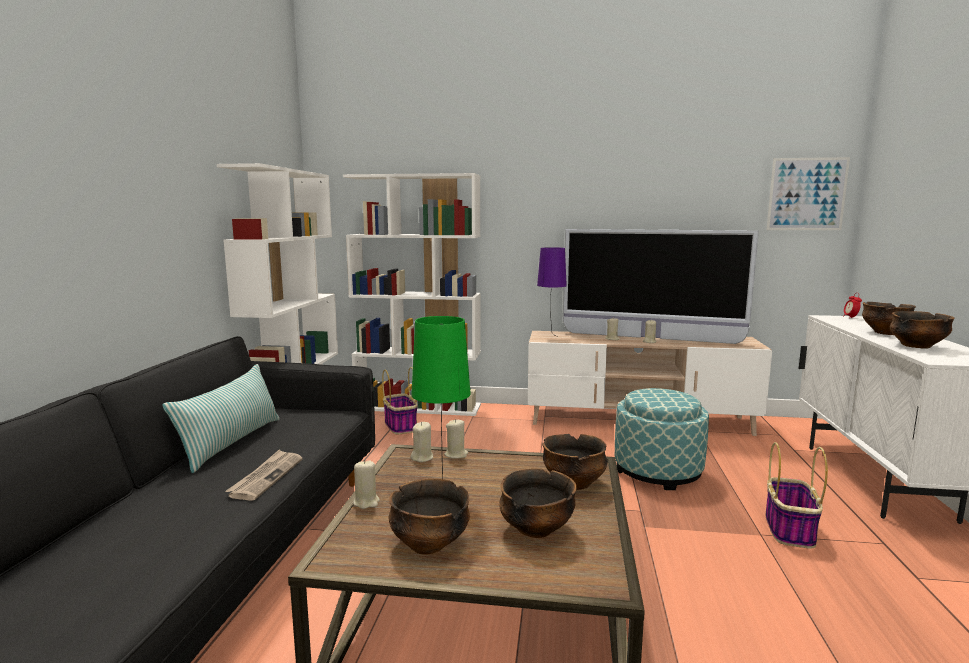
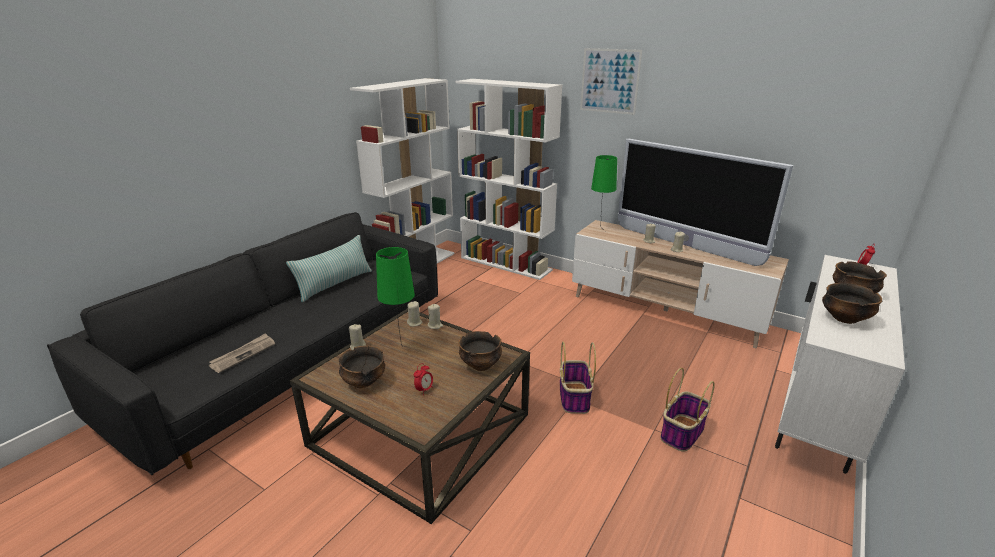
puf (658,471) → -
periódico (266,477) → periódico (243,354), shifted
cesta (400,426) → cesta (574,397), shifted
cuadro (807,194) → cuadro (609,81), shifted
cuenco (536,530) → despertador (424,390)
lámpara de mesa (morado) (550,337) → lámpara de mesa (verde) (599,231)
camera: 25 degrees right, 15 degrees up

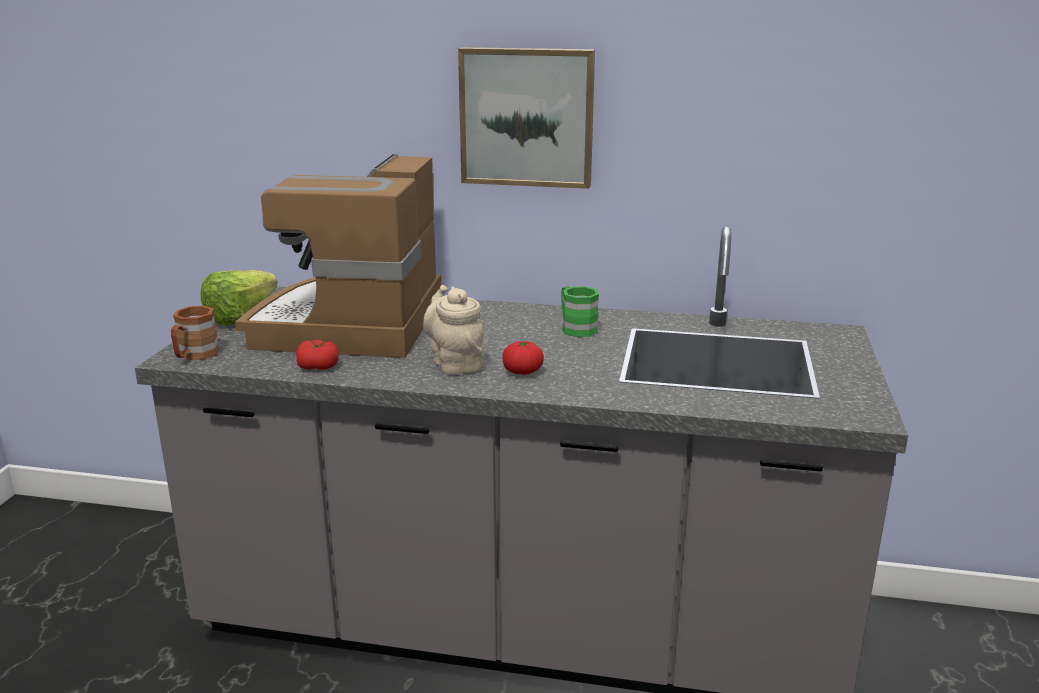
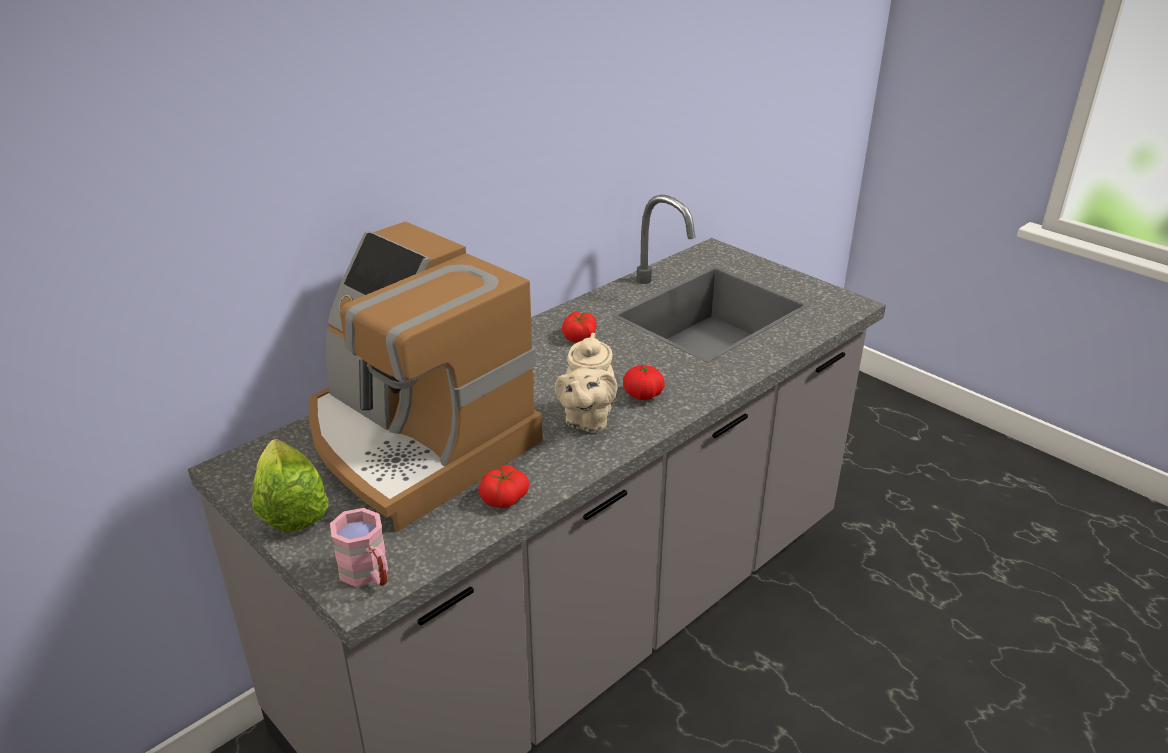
cuadro (527,117) → -
taza grande (verde) (575,327) → tomate (579,336)
taza grande (marrón) (194,356) → taza grande (rosa) (368,574)
tetera (beis) (455,363) → tetera (beis) (587,419), 90 degrees counterclockwise
camera: 55 degrees left, 10 degrees up

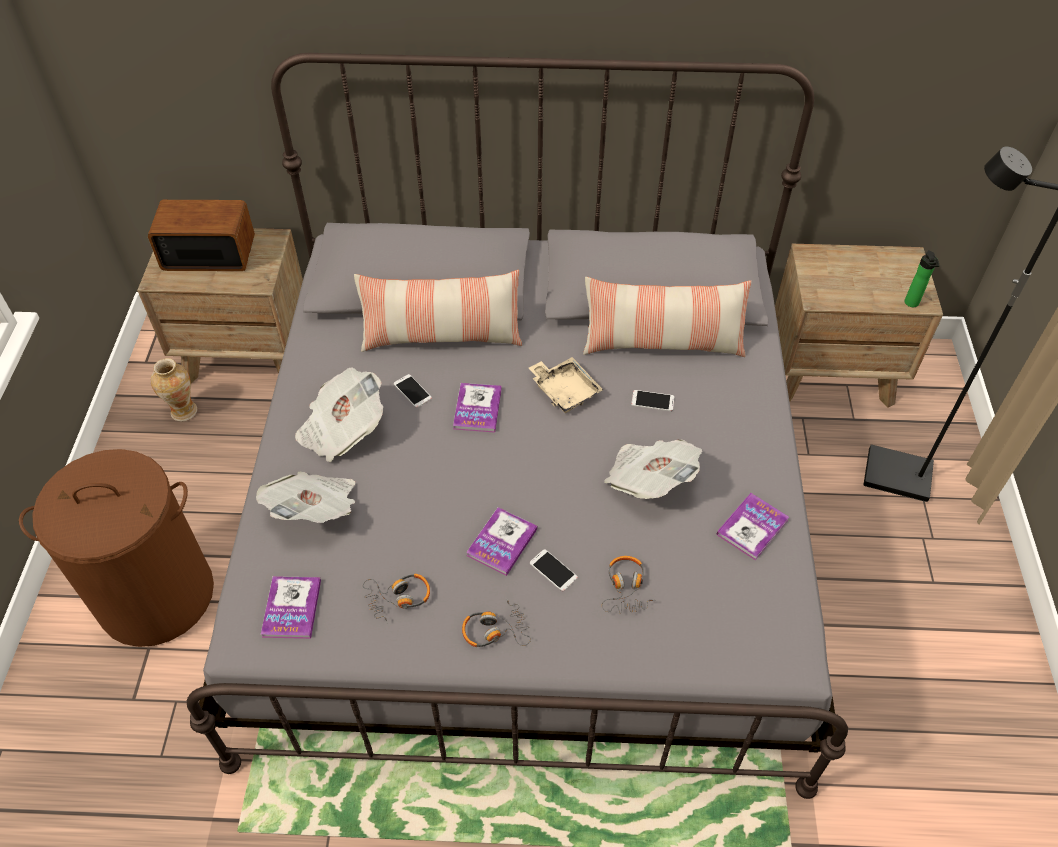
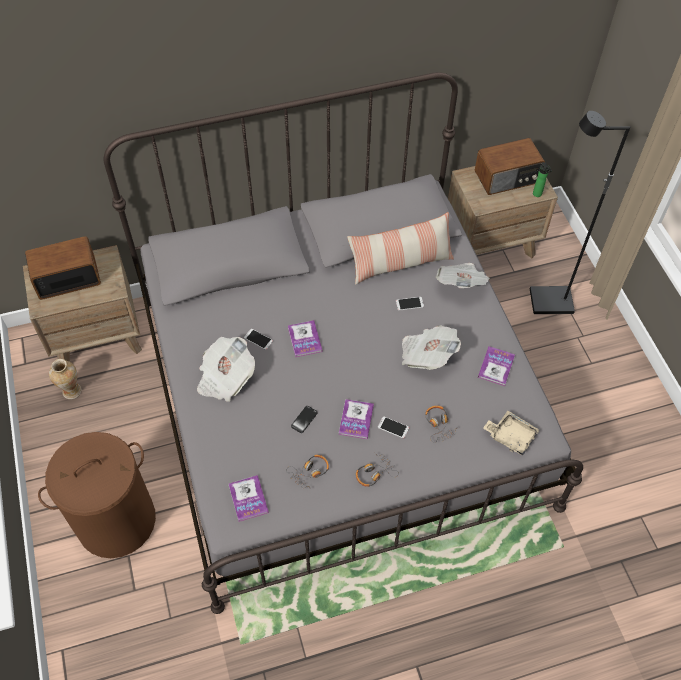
cojín (441,336) → -
- → móvil (304,419)
- → radio (507,178)
periódico (315,510) → periódico (460,284), shifted
bandeja (beis) (565,390) → bandeja (beis) (511,436), shifted
camera: 20 degrees left, 5 degrees up

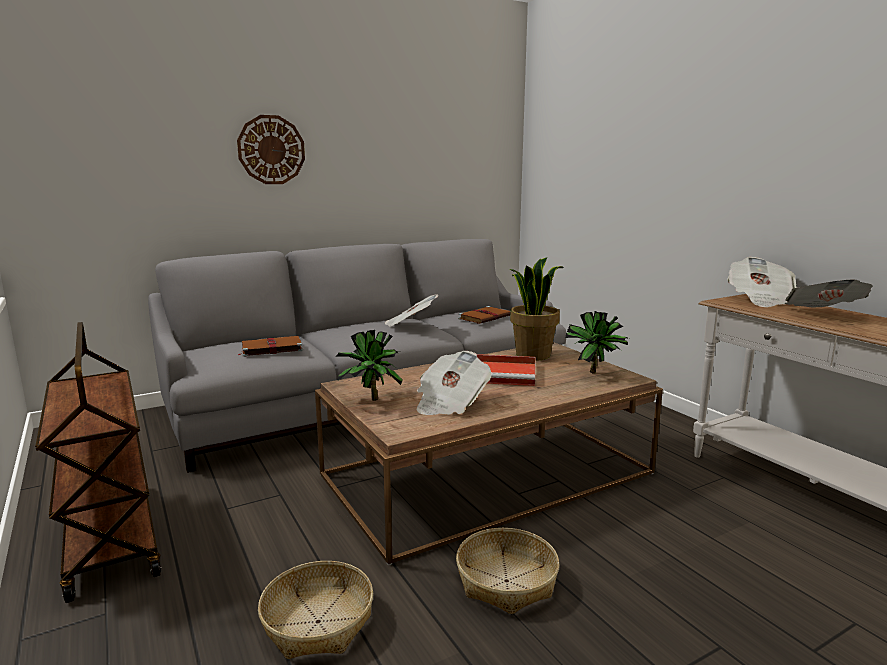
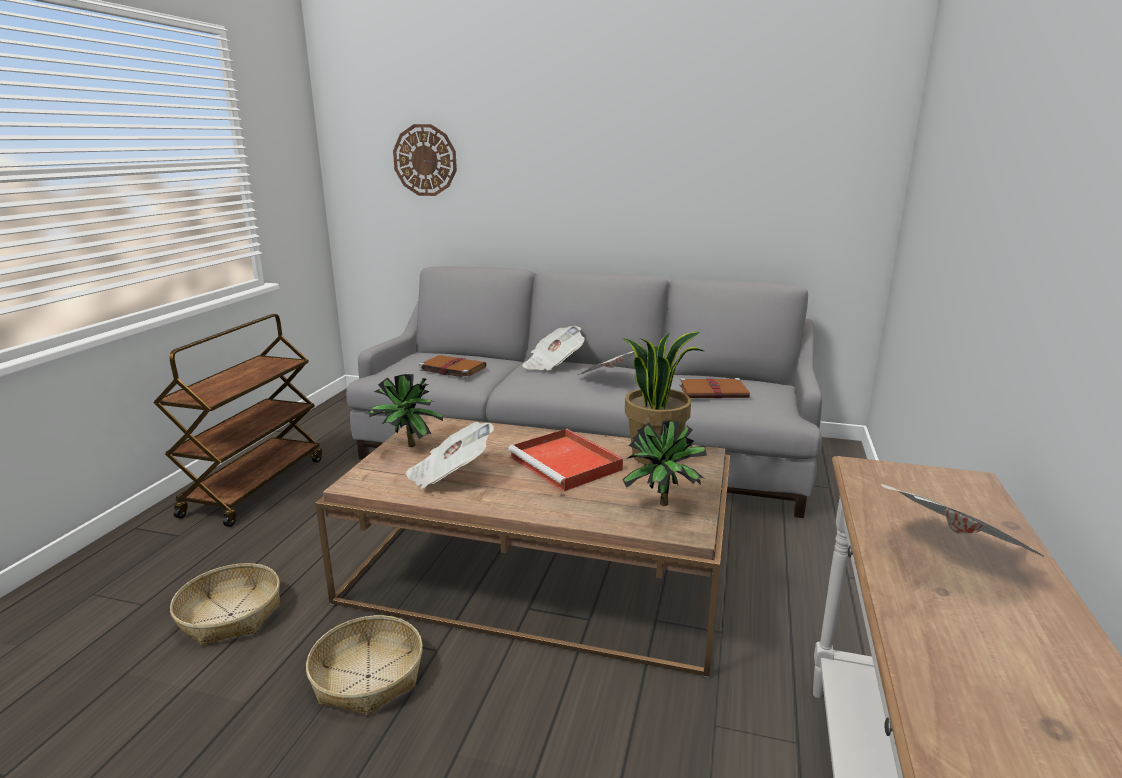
reloj de pared (271,150) → reloj de pared (425,160), shifted
periódico (759,300) → periódico (553,364), shifted
camera: 45 degrees right, 5 degrees up

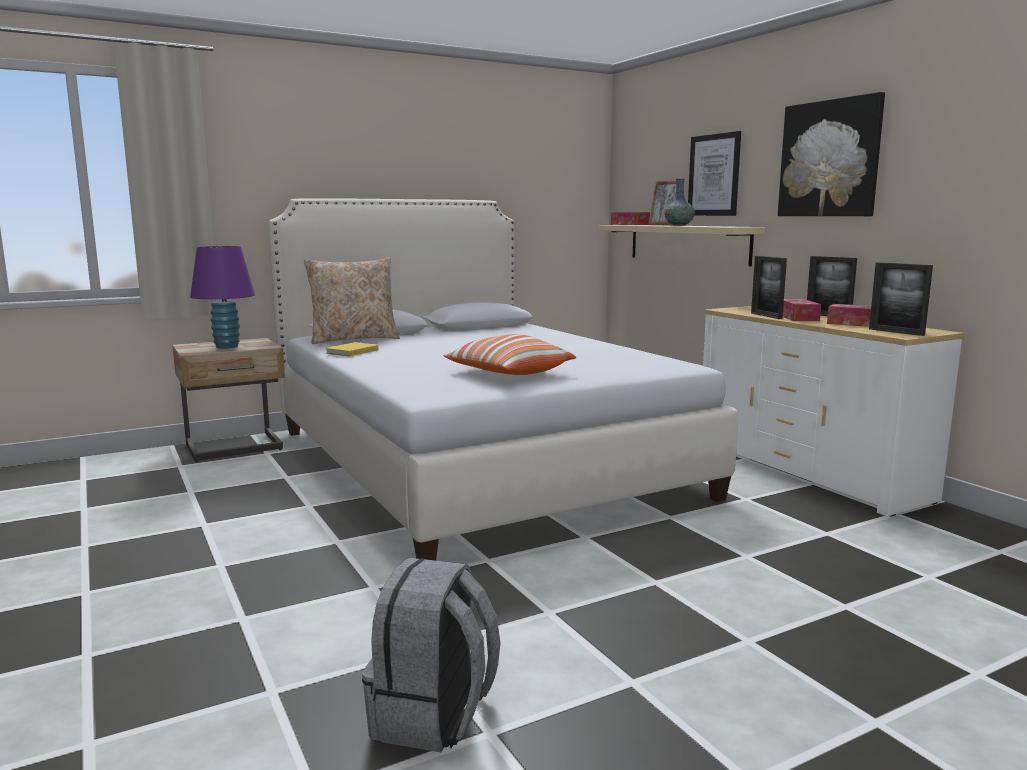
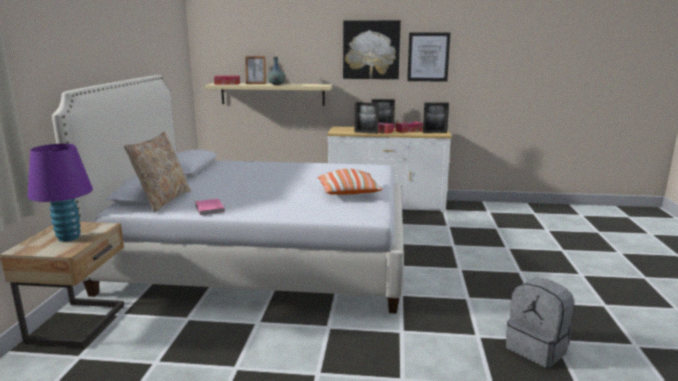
cuadro (714,175) → cuadro (428,57), shifted
libro (amarillo) (351,351) → libro (rosa) (209,208)
camera: 55 degrees left, 5 degrees up

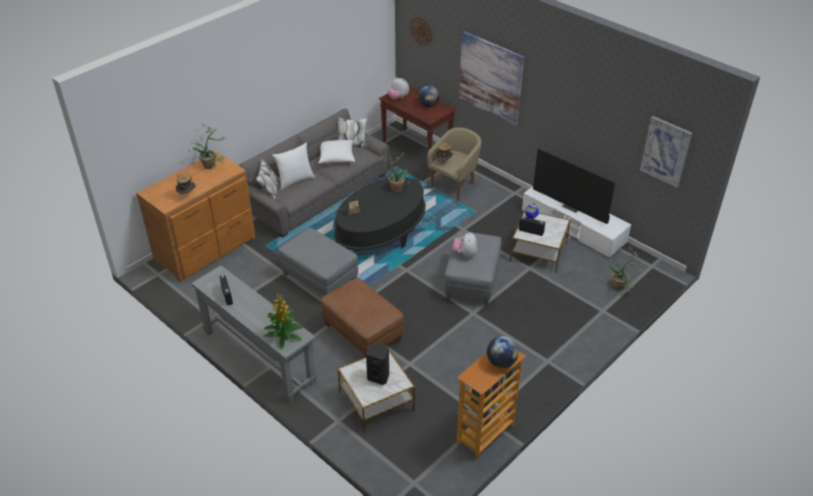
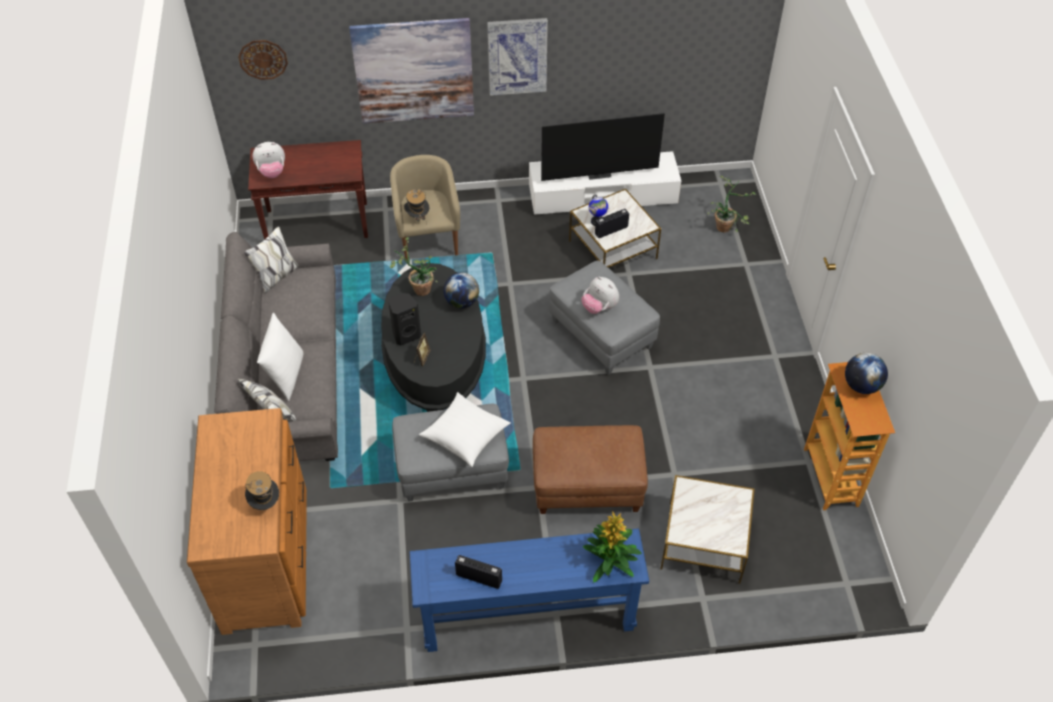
planta en maceta (212,165) → -
cojín (blanco) (336,157) → cojín (blanco) (465,436), shifted
altavoz (negro) (379,377) → altavoz (negro) (406,334), shifted
globo terráqueo (428,105) → globo terráqueo (462,302), shifted
cuadro (666,151) → cuadro (517,56), shifted
mesa consola (gris) (259,356) → mesa consola (azul) (528,616)
camera: 50 degrees left, 10 degrees up

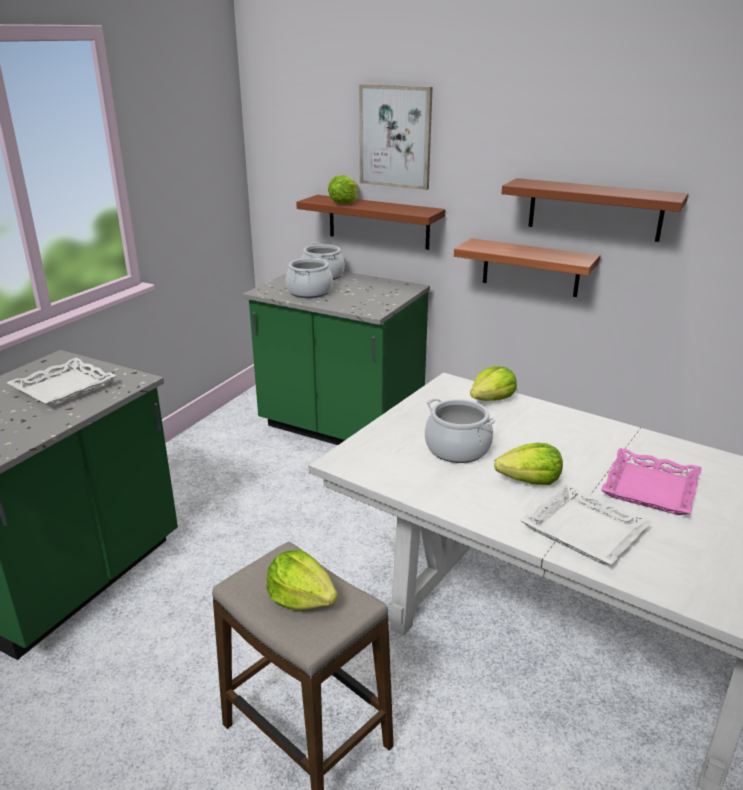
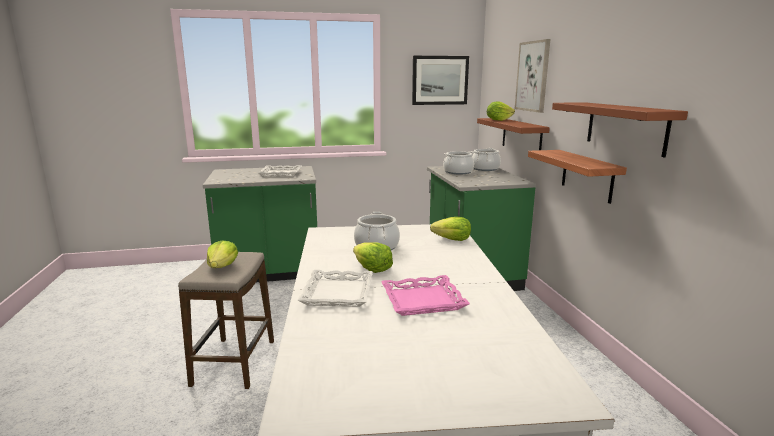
- → cuadro (440,80)
camera: 50 degrees right, 10 degrees down

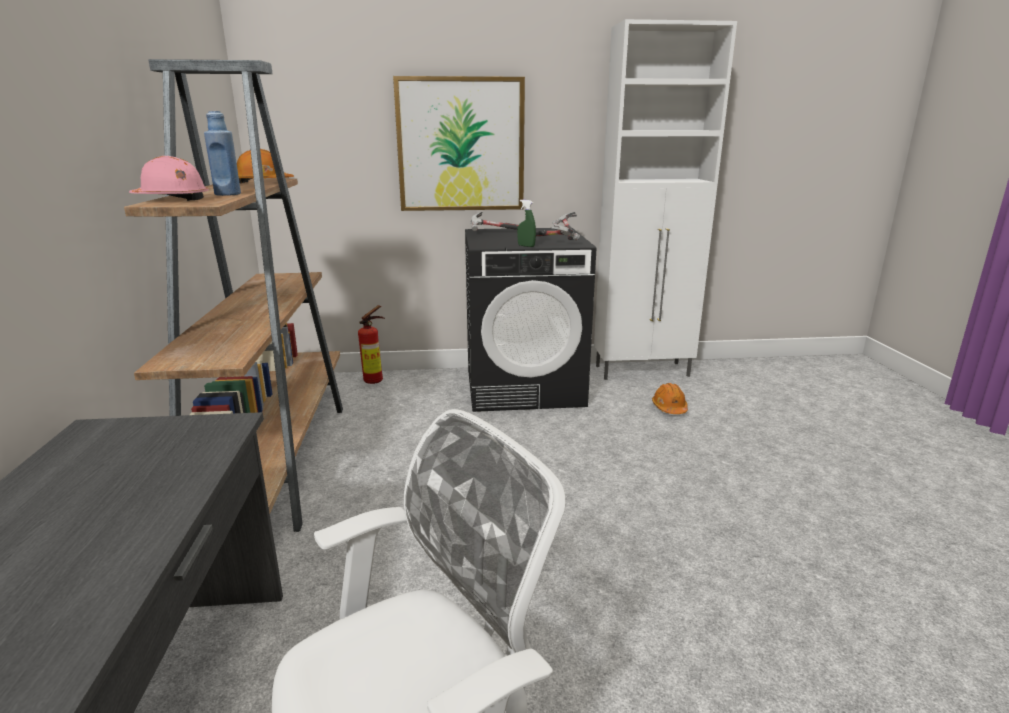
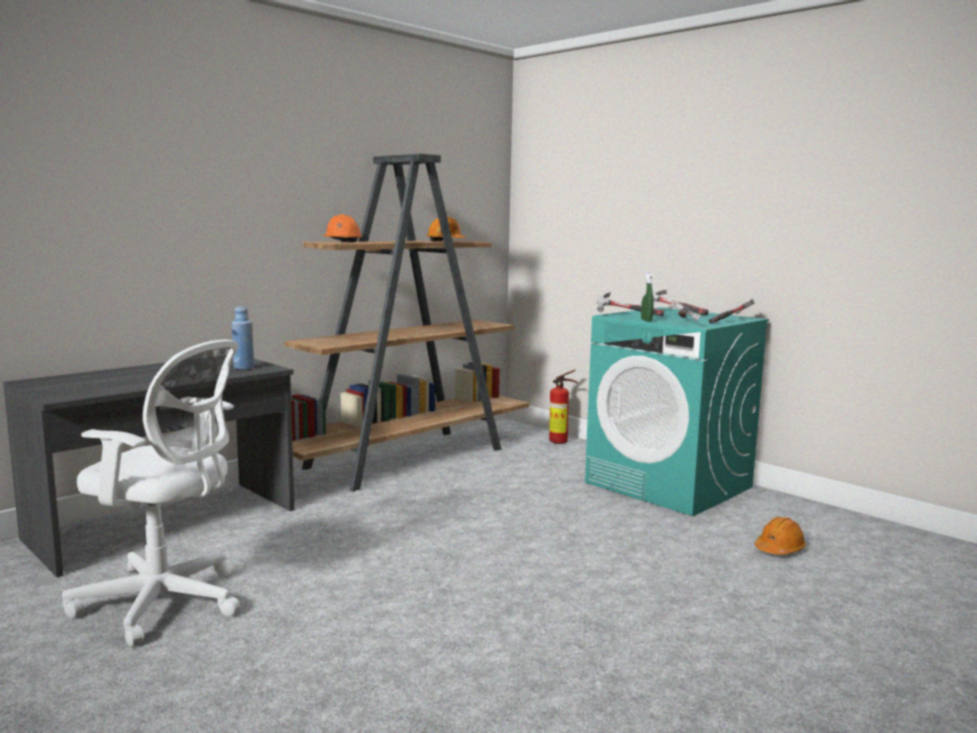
cuadro (461,145) → -
armario (blanco) (643,371) → -
- → martillo (627,315)
botella (azul) (227,194) → botella (azul) (244,368), shifted
casco (rosa) (172,199) → casco (naranja) (342,241)
lavadora (negro) (524,387) → lavadora (turquesa) (669,485)
camera: 50 degrees right, 10 degrees down

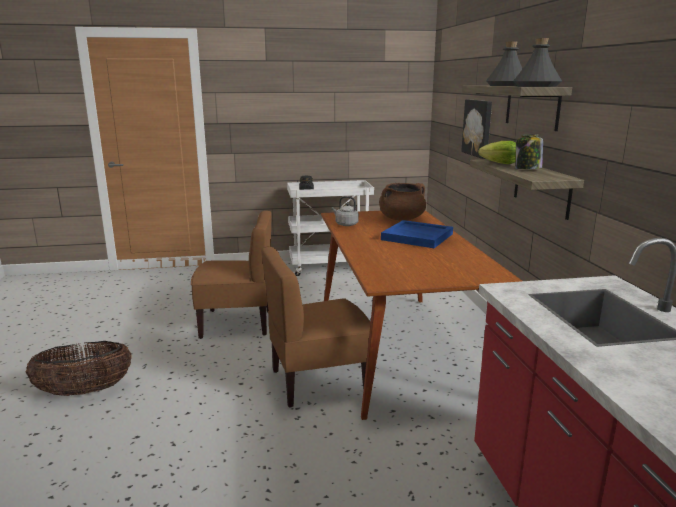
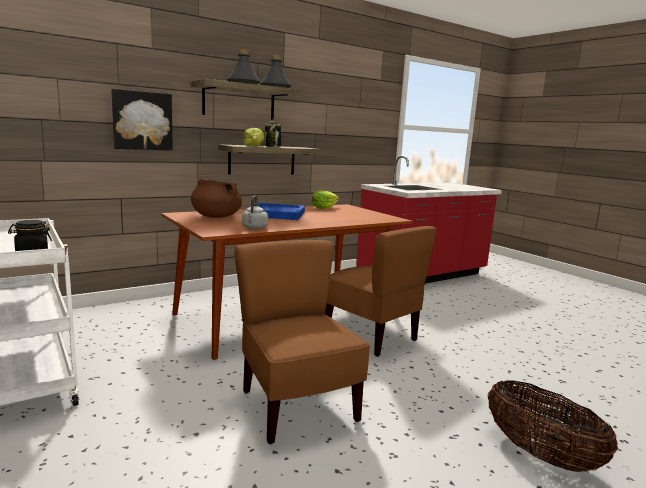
- → lechuga (323,208)
camera: 115 degrees left, 5 degrees down

